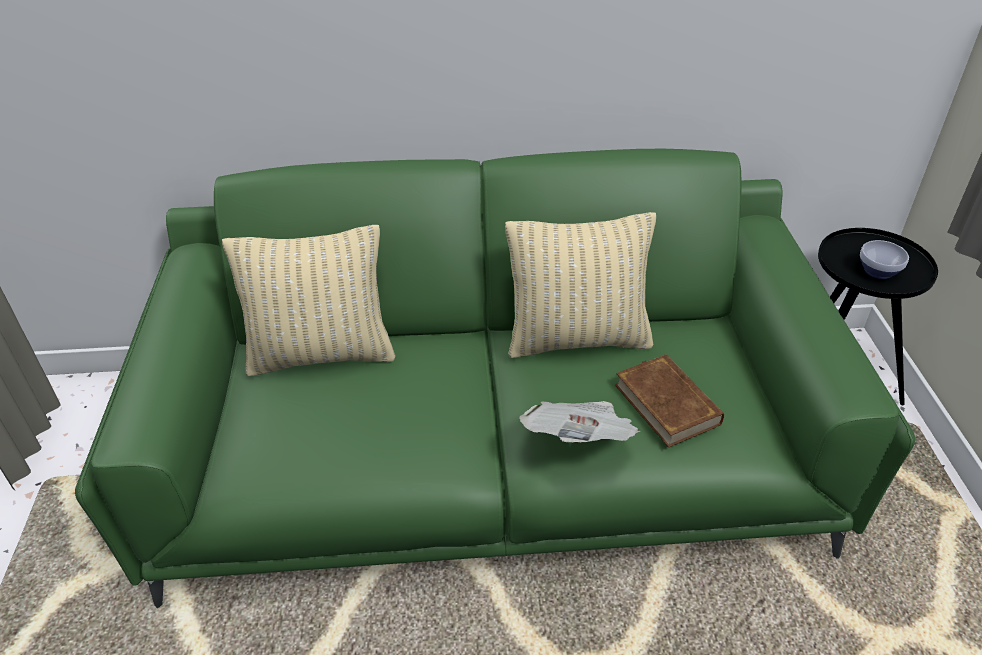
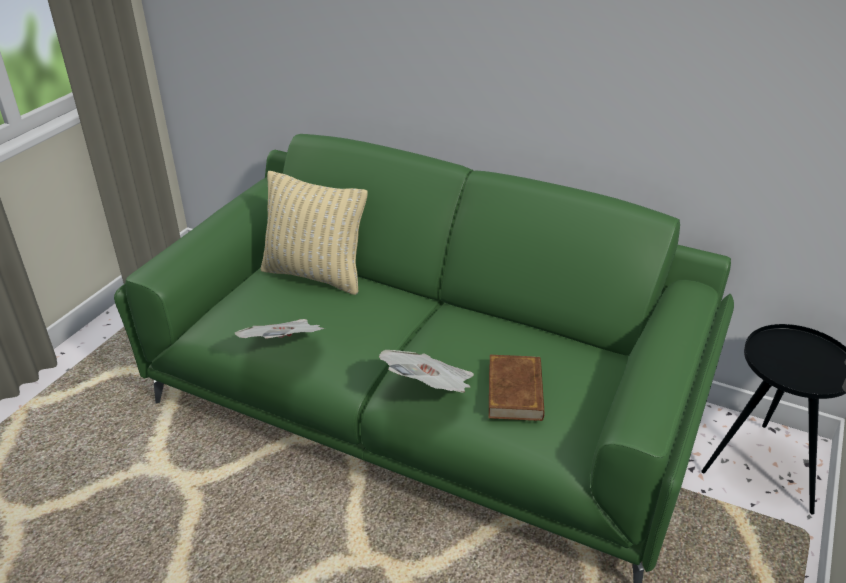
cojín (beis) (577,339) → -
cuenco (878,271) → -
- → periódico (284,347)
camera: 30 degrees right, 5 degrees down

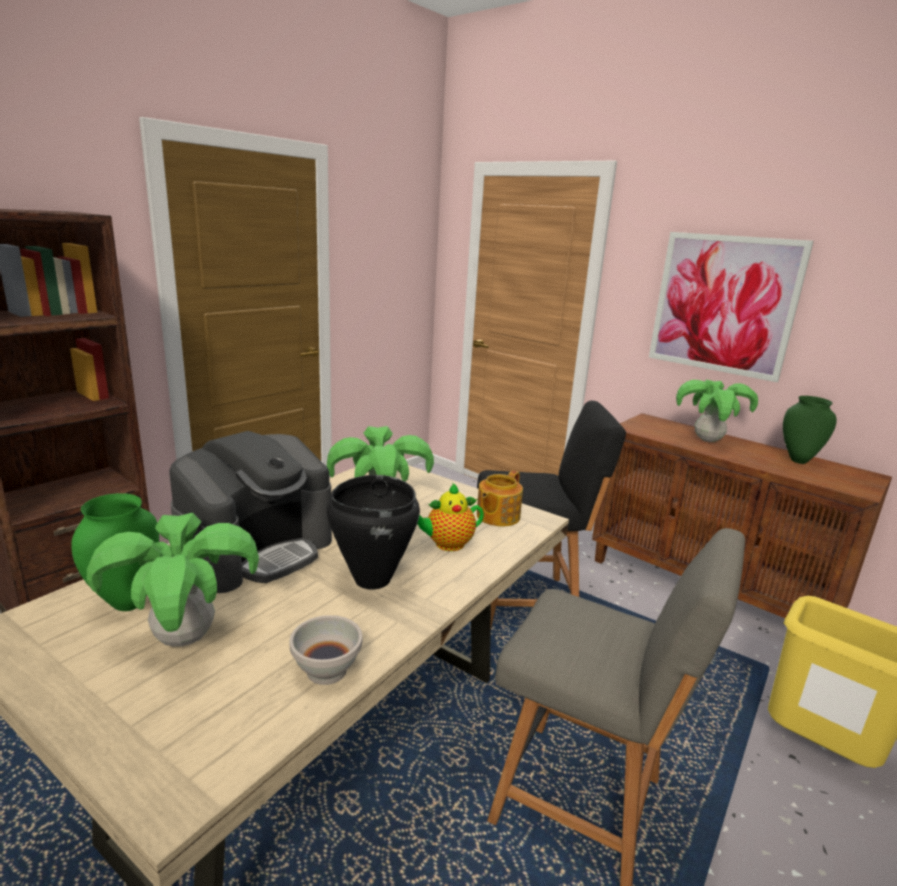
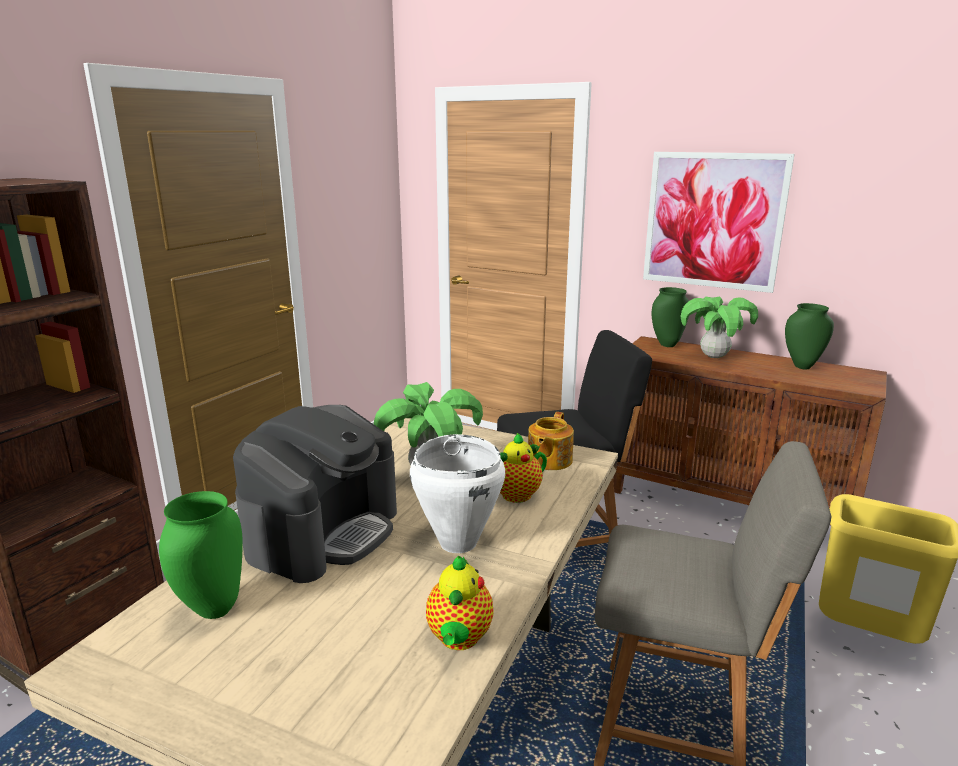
planta en maceta (184,638) → -
- → florero (verde) (667,345)
cuenco (blanco) (326,670) → tetera (459,639)
olla (negro) (371,579) → olla (blanco) (457,543)
camera: 10 degrees left, 0 degrees up

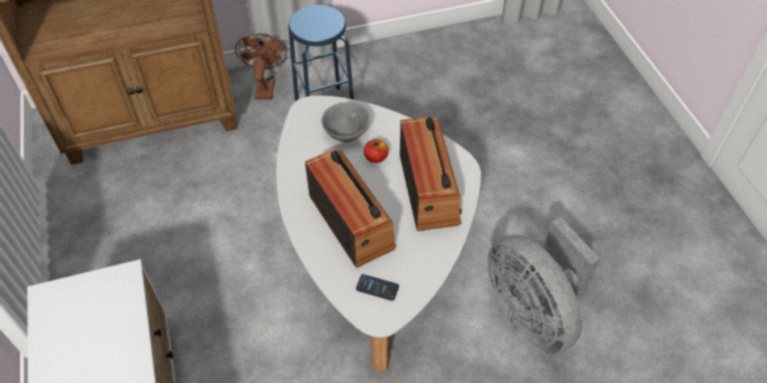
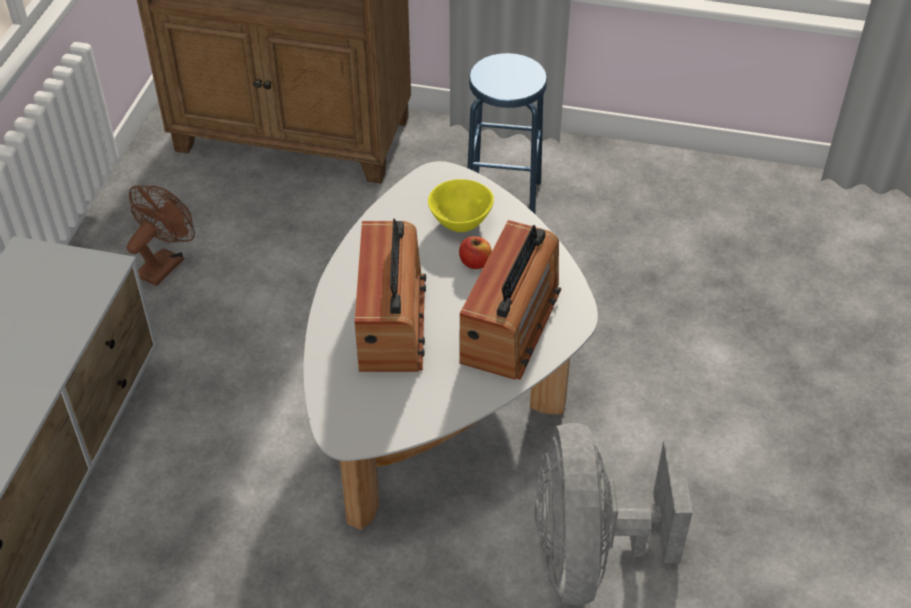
móvil (377,288) → -
ventilador (marrón) (265,86) → ventilador (marrón) (165,263), shifted
cuenco (gris) (345,133) → cuenco (amarillo) (460,221)
camera: 30 degrees right, 5 degrees down

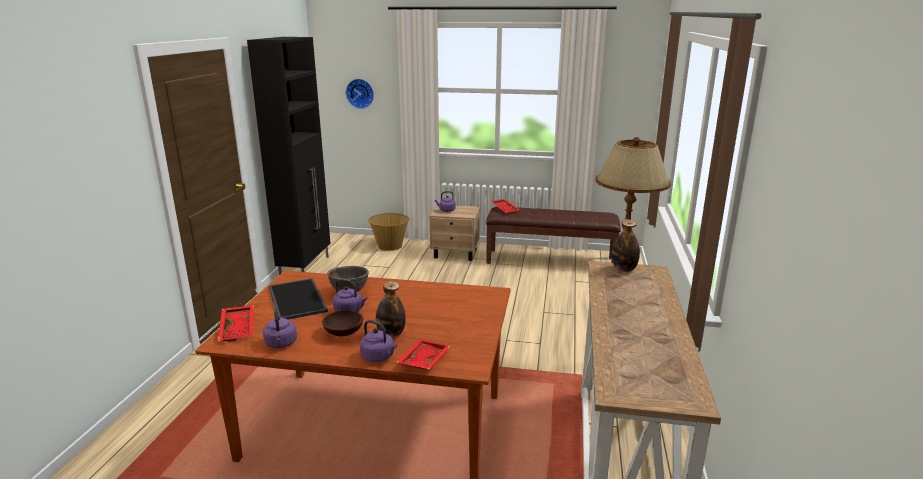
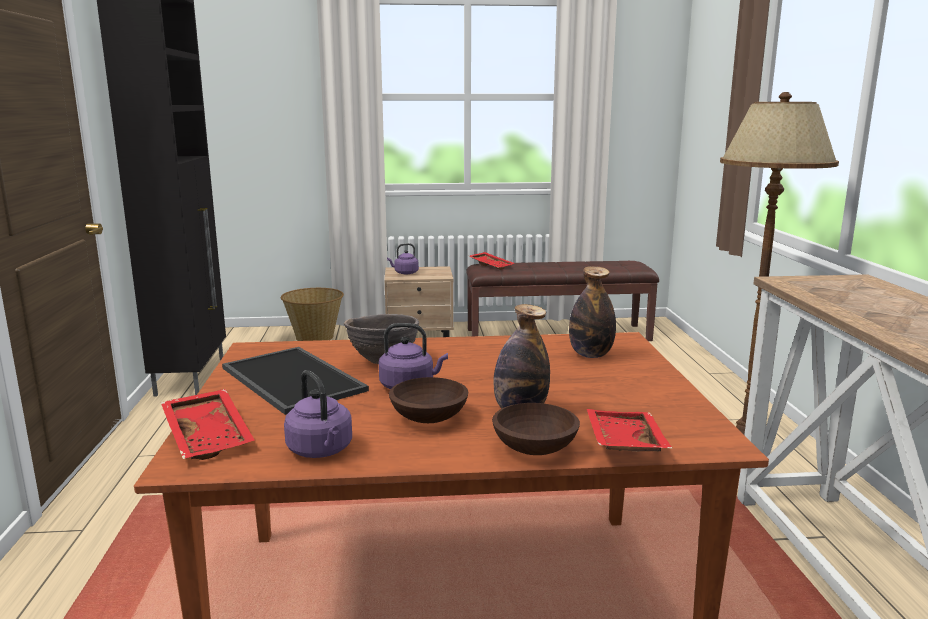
reloj de pared (360,93) → -
botella (624,269) → botella (590,355), shifted
hervidor (morado) (379,357) → cuenco (marrón) (536,448)
camera: 15 degrees left, 5 degrees down

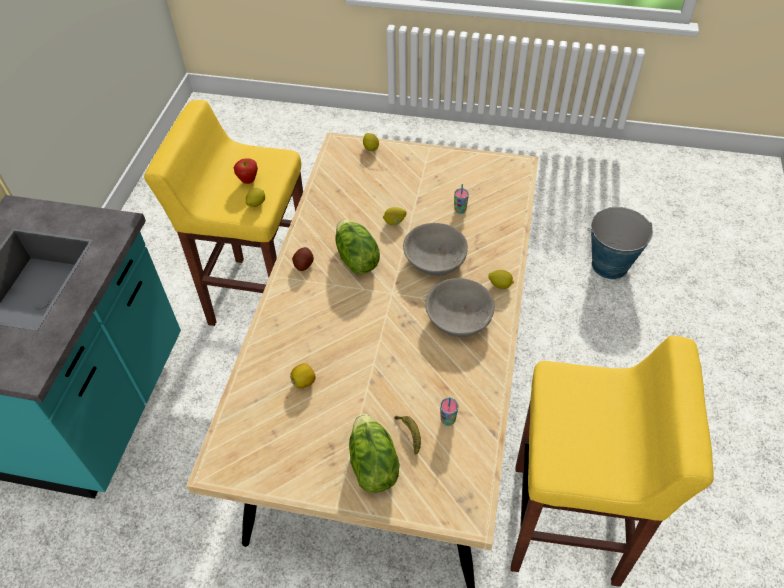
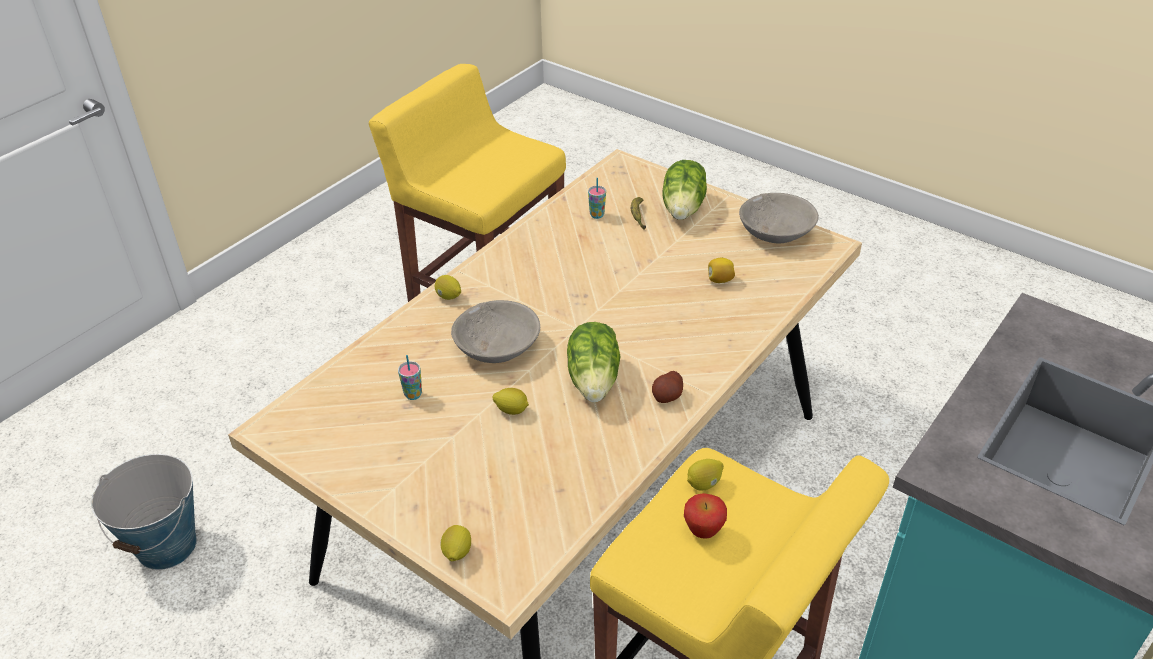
cuenco (gris) (459,317) → cuenco (gris) (776,232), shifted
camera: 155 degrees left, 10 degrees down

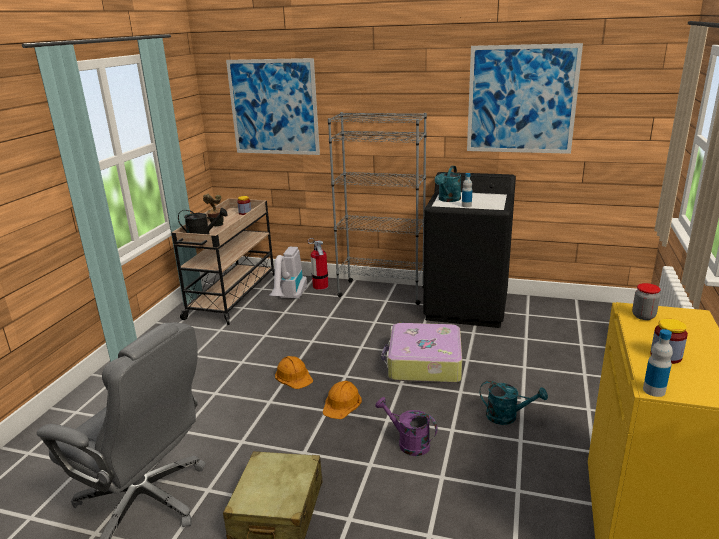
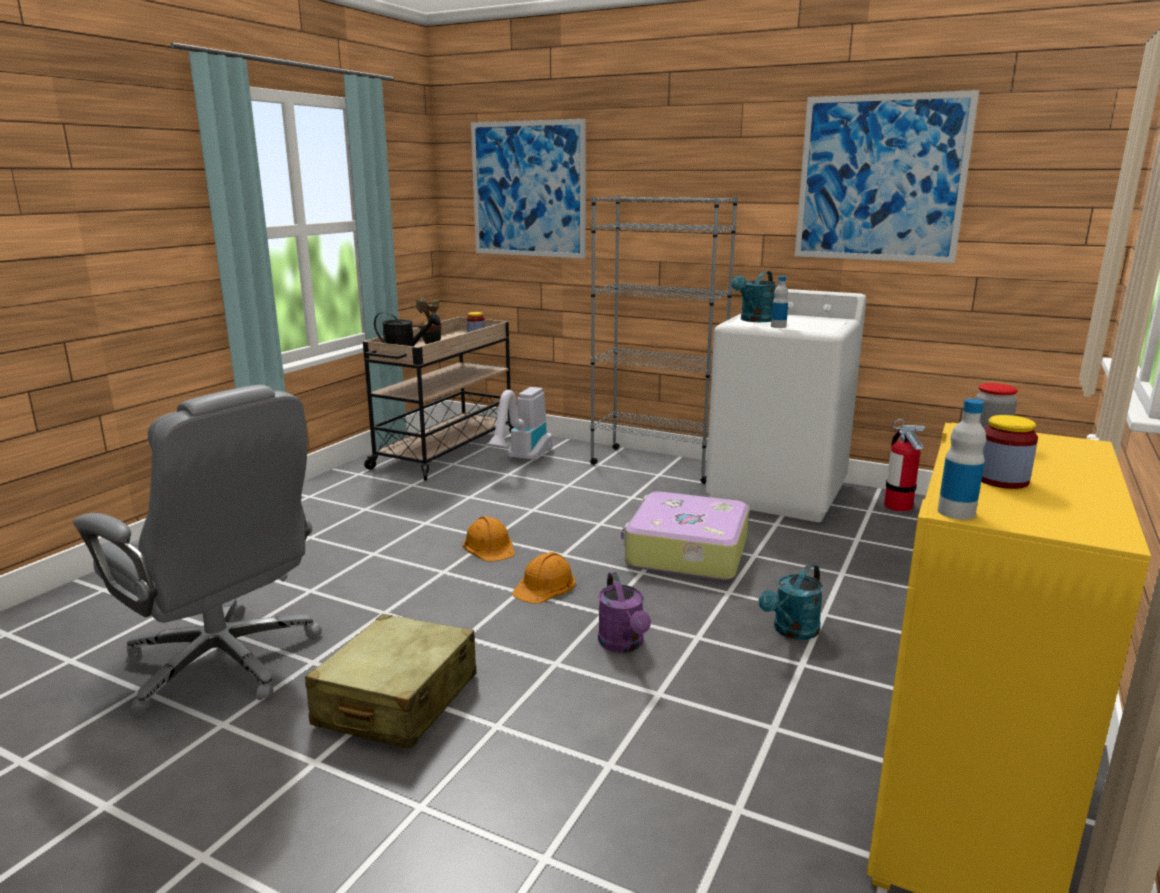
extintor (320,286) → extintor (897,506), shifted
lavadora (negro) (467,307) → lavadora (blanco) (778,493)
regadera (morado) (408,443) → regadera (morado) (624,645), 150 degrees counterclockwise
regadera (turquesa) (507,416) → regadera (turquesa) (792,631), 105 degrees clockwise
camera: 10 degrees right, 5 degrees down

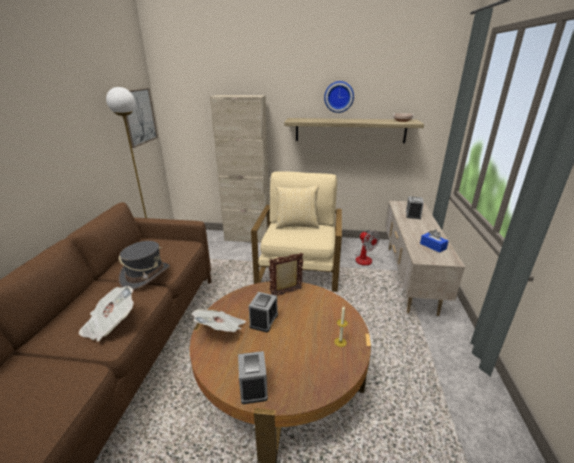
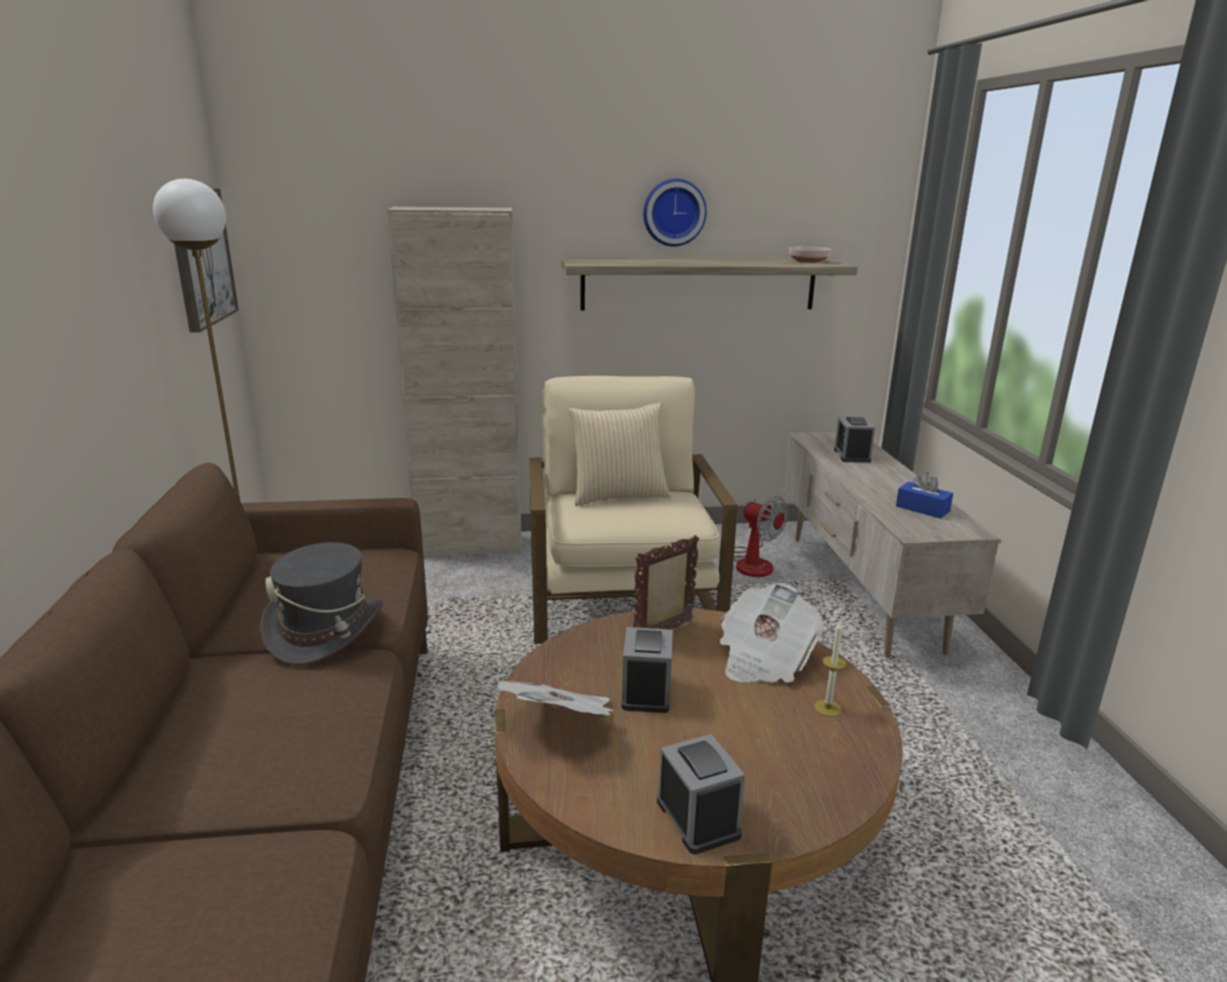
periódico (110,324) → periódico (764,658), shifted
camera: 15 degrees left, 5 degrees down

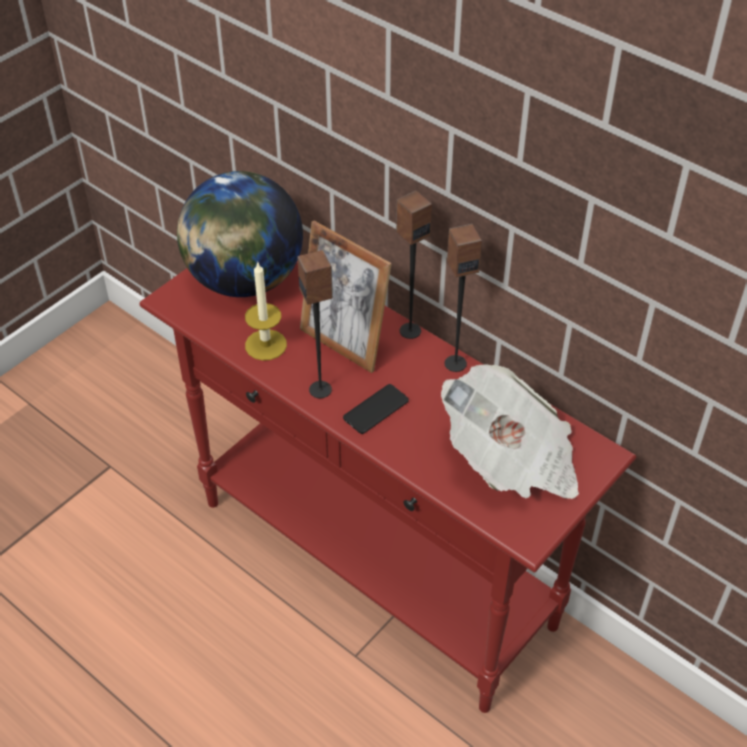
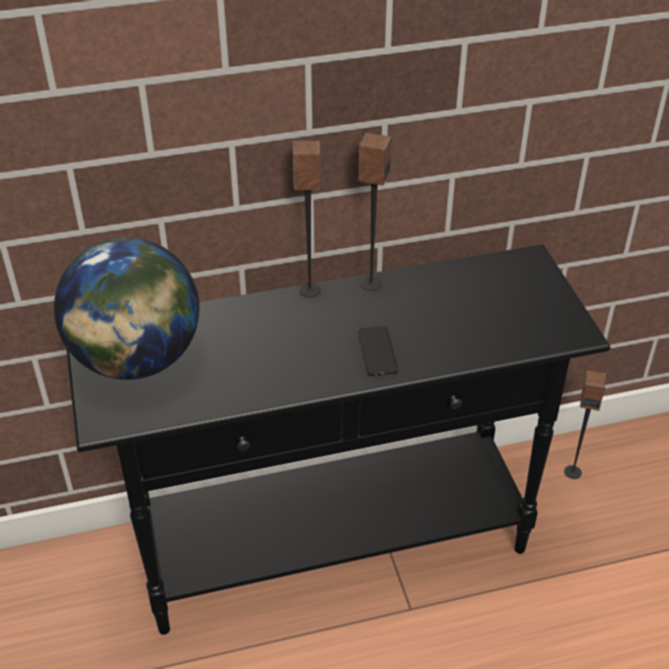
vela (266,345) → -
portarretratos (344,343) → -
periódico (511,460) → -
altavoz (321,389) → altavoz (572,472), shifted
mesa consola (rojo) (376,565) → mesa consola (negro) (335,543)
camera: 55 degrees left, 5 degrees down

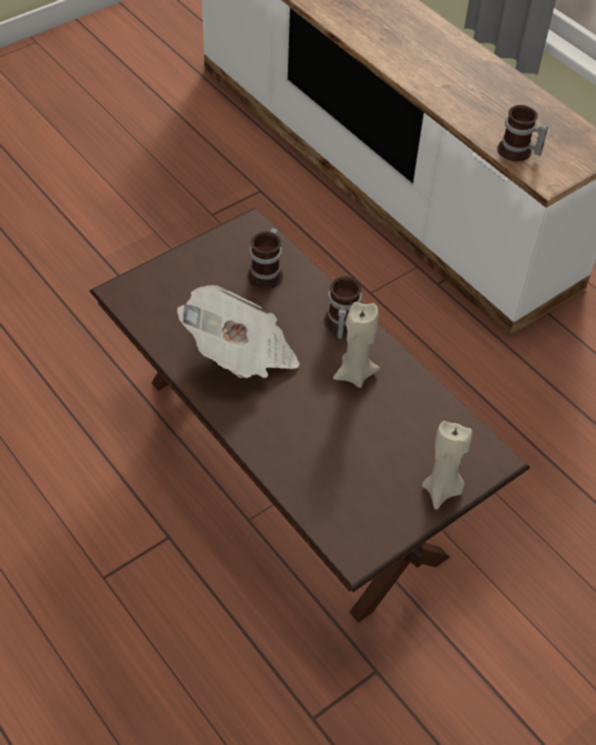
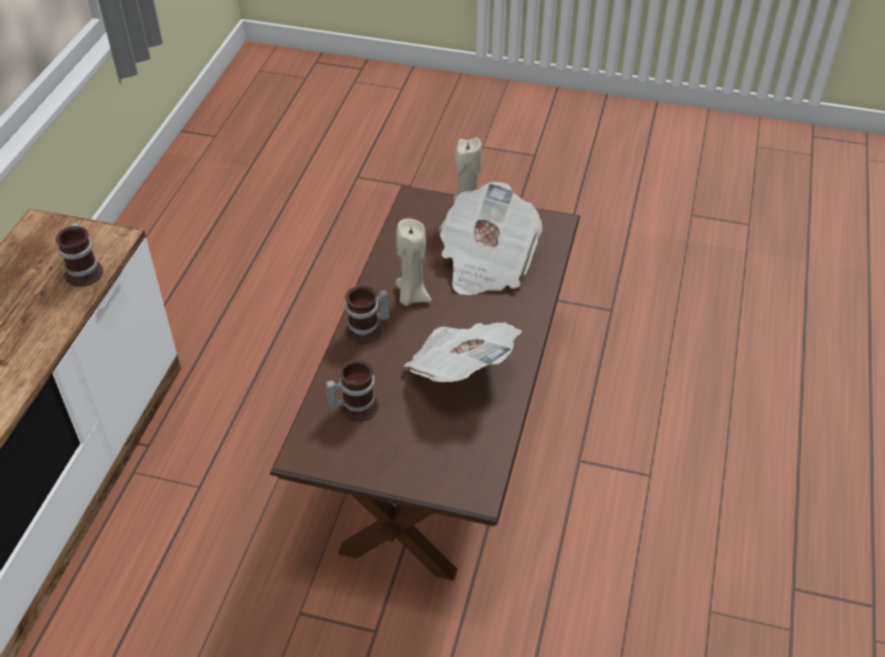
- → periódico (486,262)
camera: 125 degrees left, 5 degrees down

